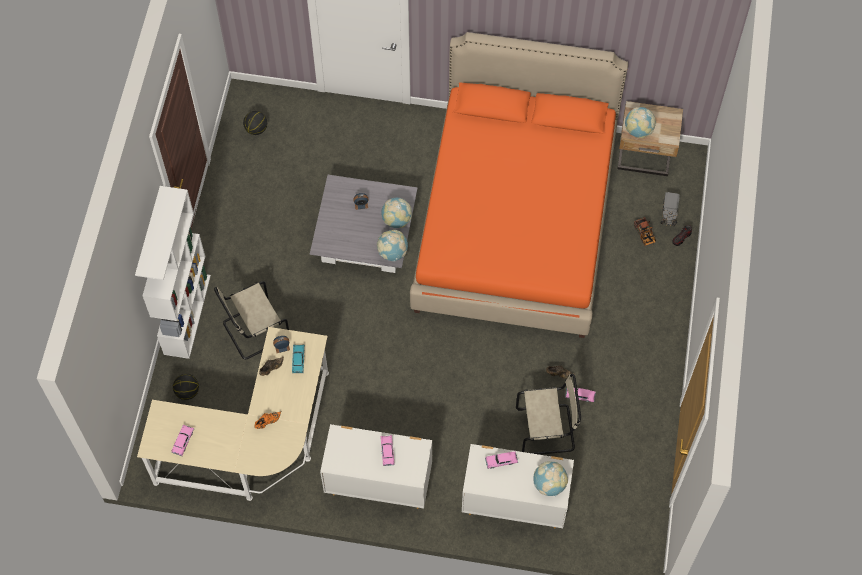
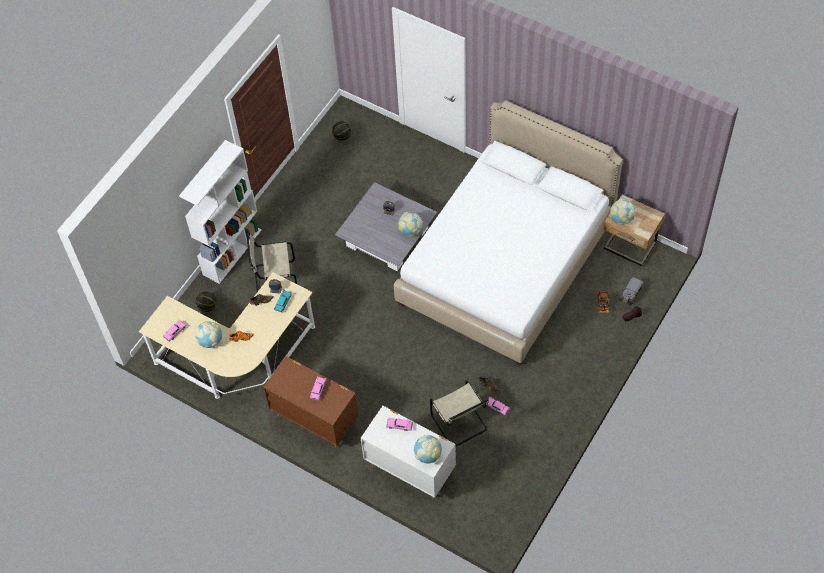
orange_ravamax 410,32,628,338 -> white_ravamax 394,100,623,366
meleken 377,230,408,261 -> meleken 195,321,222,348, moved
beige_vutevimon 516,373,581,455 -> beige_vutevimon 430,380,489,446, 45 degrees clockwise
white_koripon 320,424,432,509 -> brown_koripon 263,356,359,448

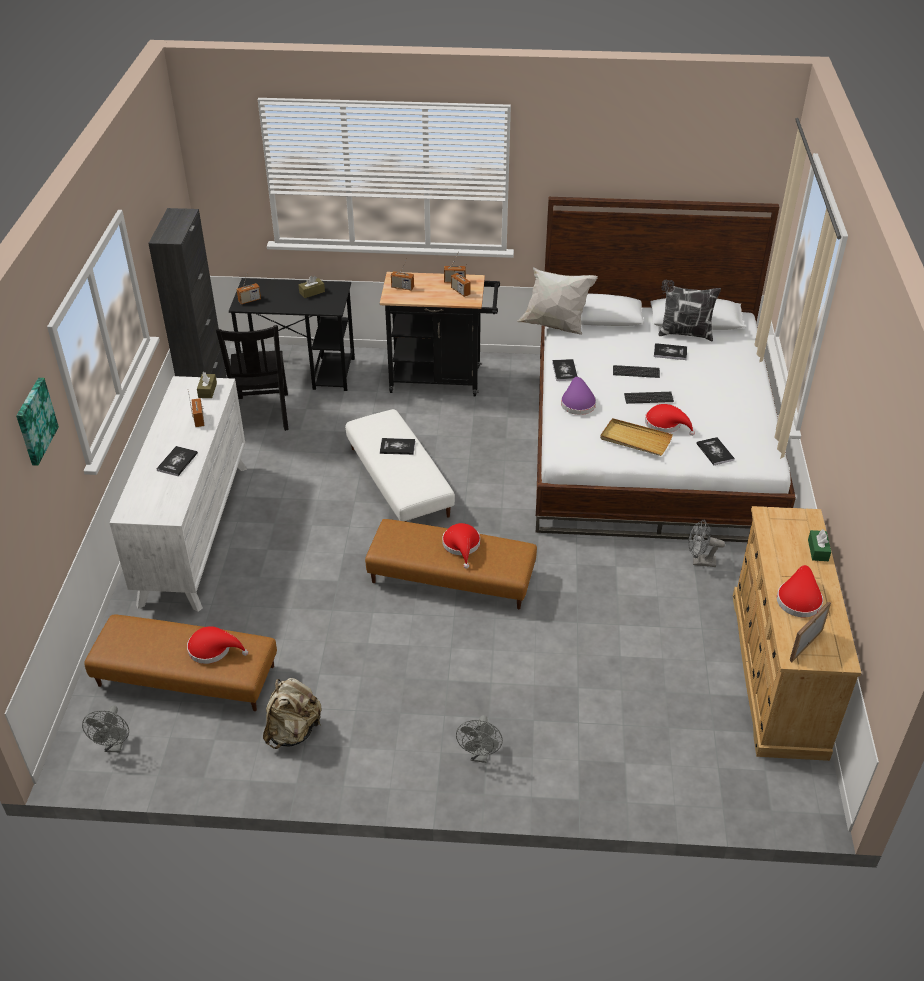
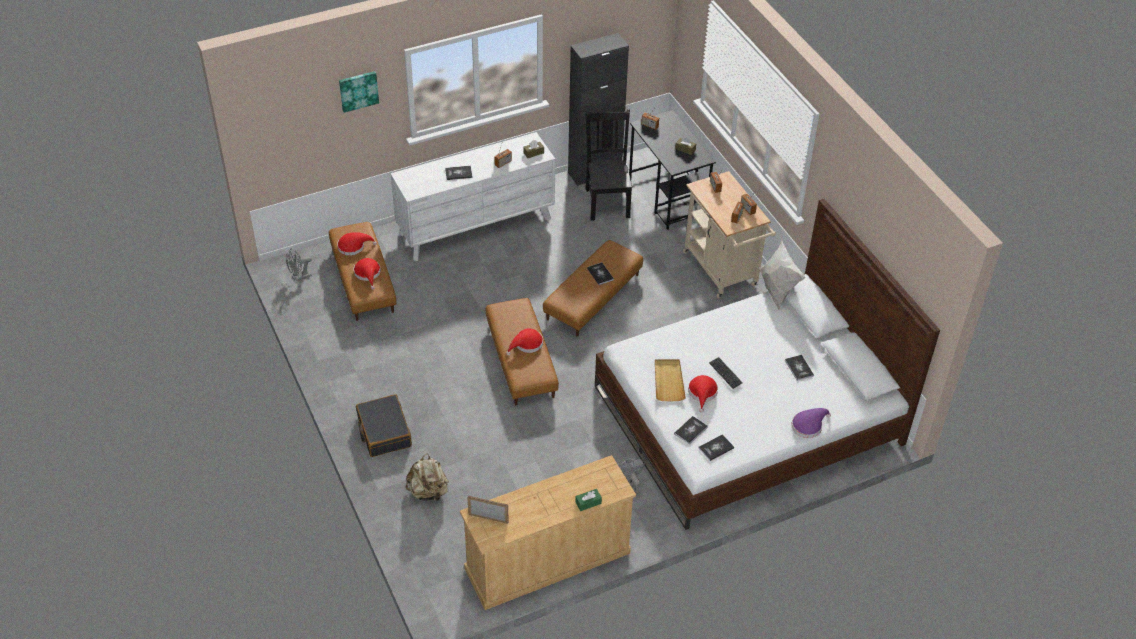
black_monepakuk 380,272,500,396 -> beige_monepakuk 683,171,776,298
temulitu 659,280,721,341 -> none
black_vutevimon 216,325,289,431 -> black_vutevimon 585,109,632,221, 120 degrees clockwise
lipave 552,359,578,381 -> lipave 699,434,734,461, moved
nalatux 613,365,660,378 -> none
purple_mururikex 561,377,596,415 -> purple_mururikex 791,408,831,438, moved
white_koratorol 345,409,455,522 -> brown_koratorol 543,240,643,337
red_mururikex 777,565,823,617 -> red_mururikex 337,232,377,256, moved
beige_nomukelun 263,678,321,749 -> beige_nomukelun 405,454,449,501, moved
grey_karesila 456,715,503,763 -> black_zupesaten 356,394,412,457

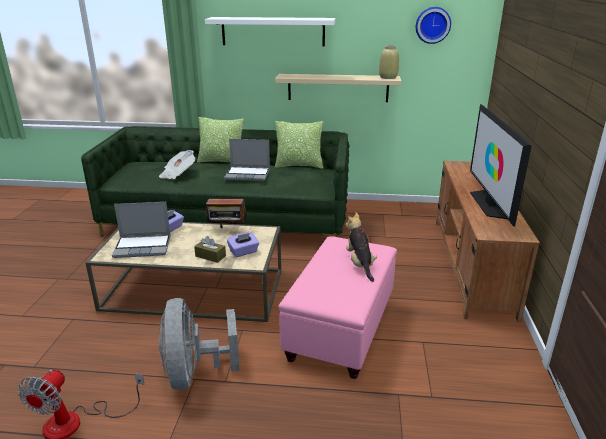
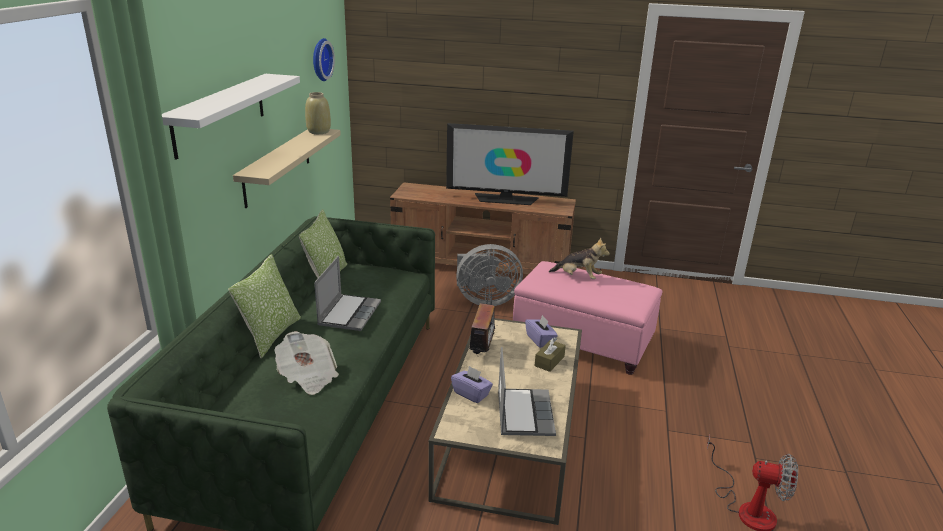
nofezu 346,212,377,282 -> nofezu 549,237,610,279, 150 degrees counterclockwise
grey_karesila 159,298,240,390 -> grey_karesila 456,244,523,306, moved

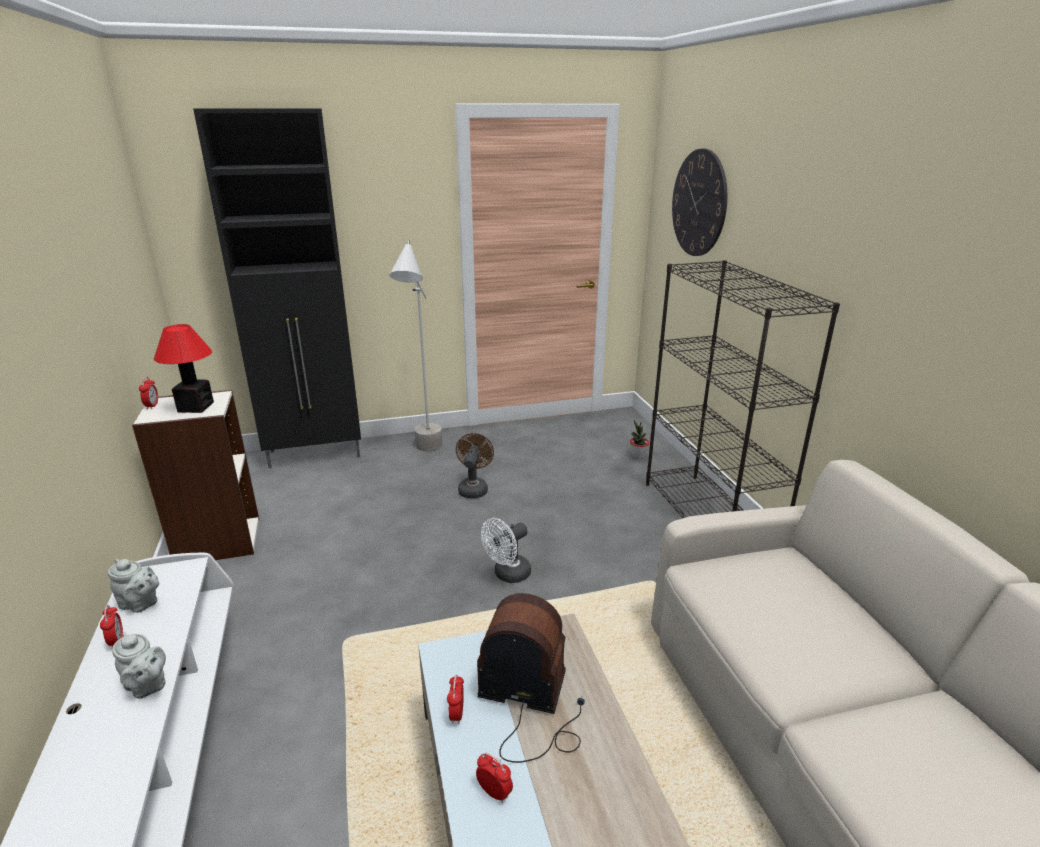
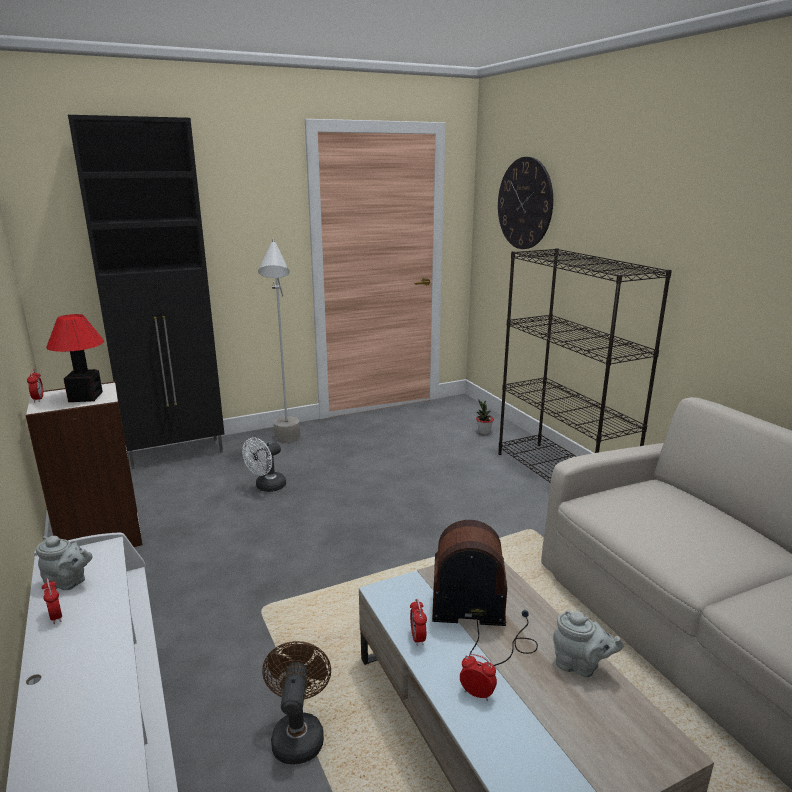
brown_karesila 456,433,494,498 -> brown_karesila 262,641,331,764, moved
white_karesila 481,518,531,583 -> white_karesila 242,437,286,492, moved
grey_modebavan 112,632,166,699 -> grey_modebavan 553,610,624,677, moved

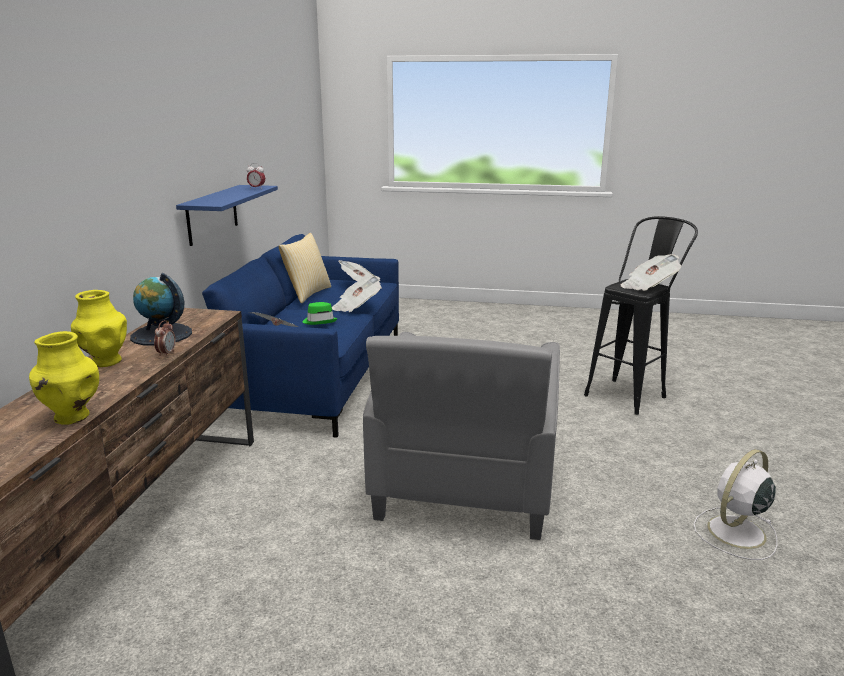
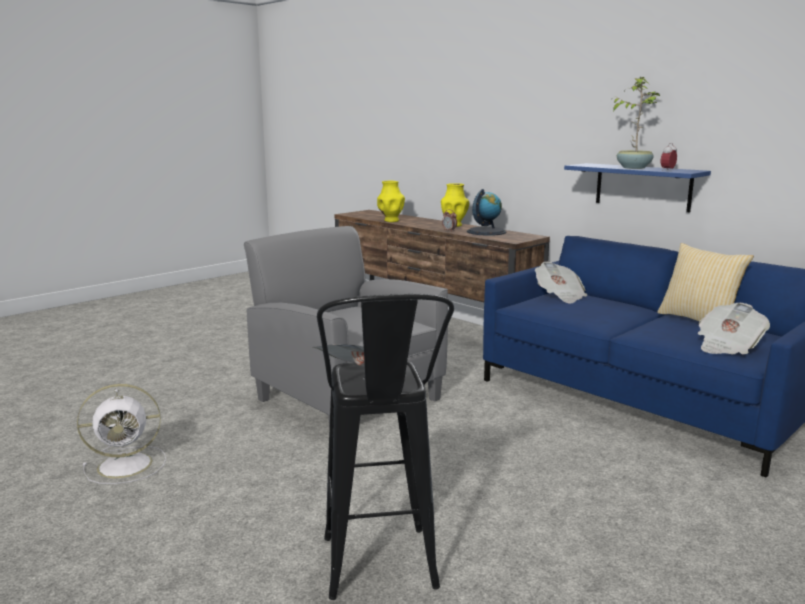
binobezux 332,276,381,312 -> none
green_mururikex 303,302,338,325 -> none
white_karesila 694,449,777,560 -> white_karesila 77,384,166,484, 75 degrees clockwise
none -> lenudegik 613,77,660,169

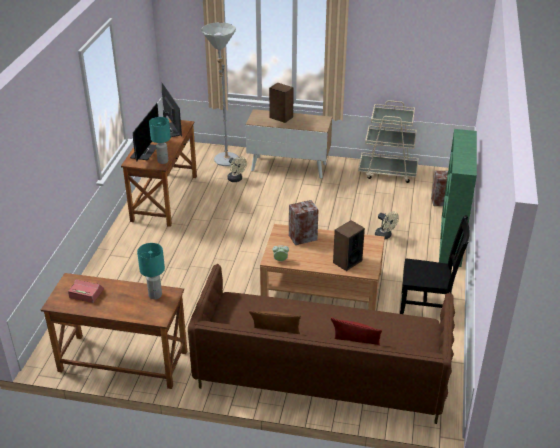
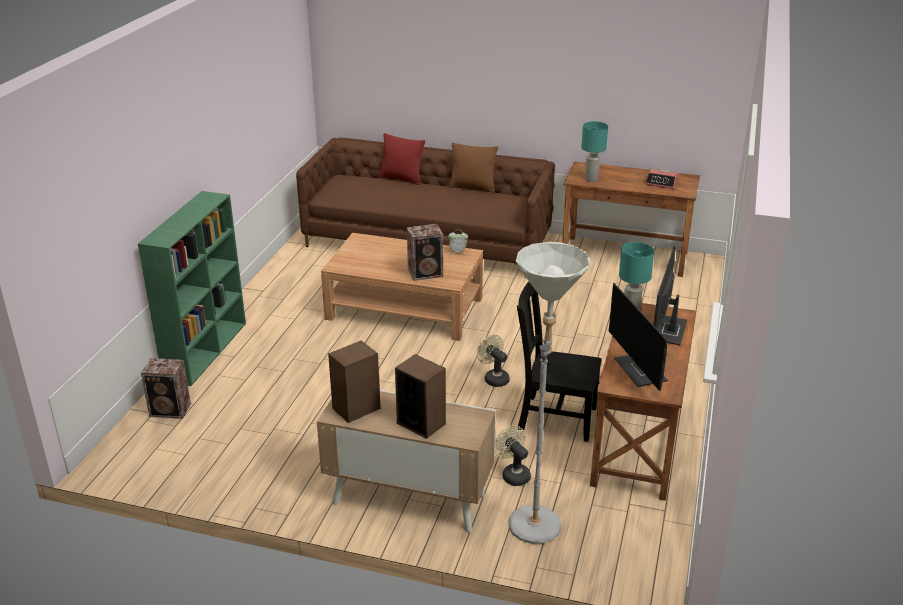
beige_monepakuk 358,100,419,183 -> none
beige_karesila 375,211,399,239 -> beige_karesila 477,334,510,387, moved
black_vutevimon 400,215,470,314 -> black_vutevimon 517,282,602,442, moved
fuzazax 333,220,365,271 -> fuzazax 328,341,381,423, moved

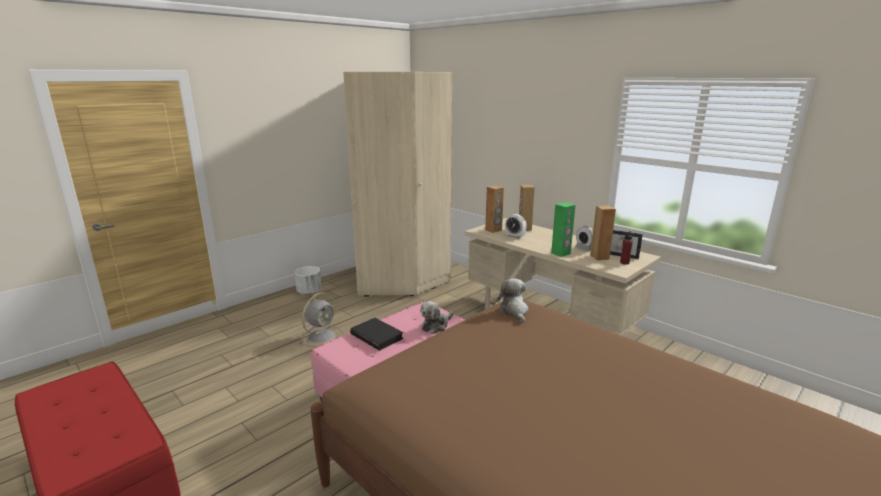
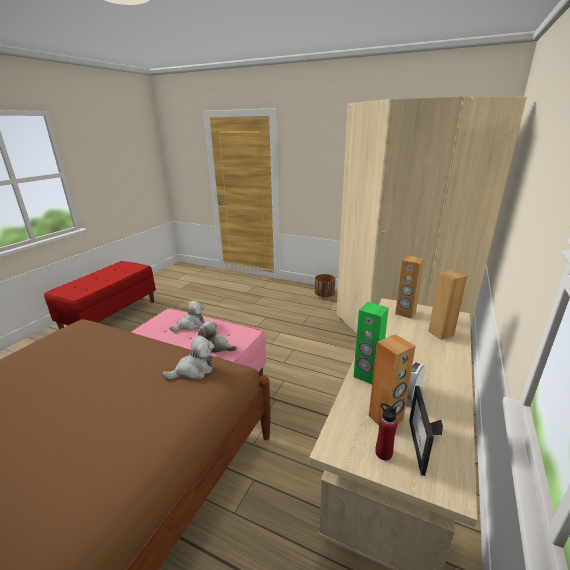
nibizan 505,214,526,239 -> none
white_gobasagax 294,266,322,294 -> brown_gobasagax 315,274,336,297
grey_karesila 299,292,343,347 -> none
black_lipave 350,318,404,351 -> nofezu 169,300,204,331

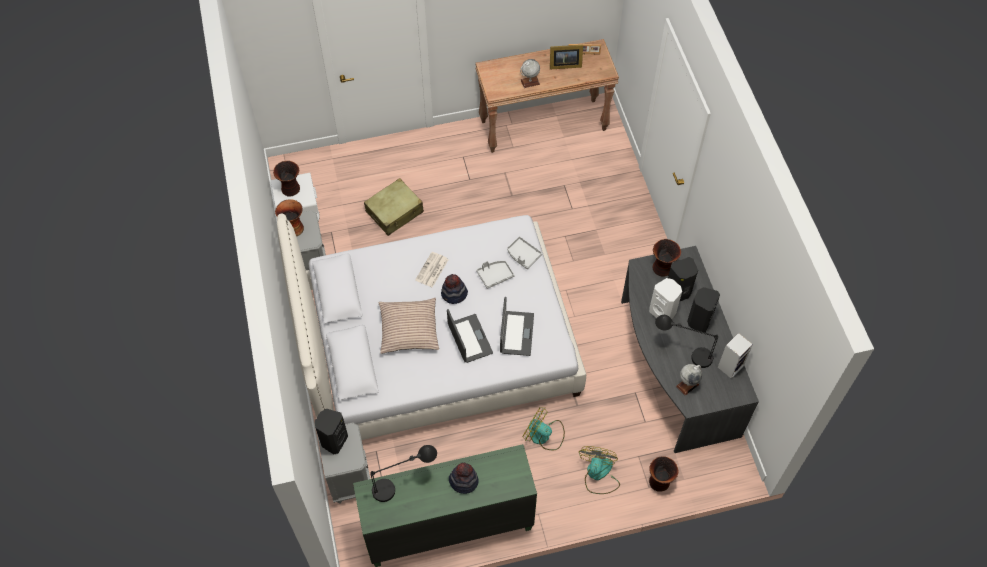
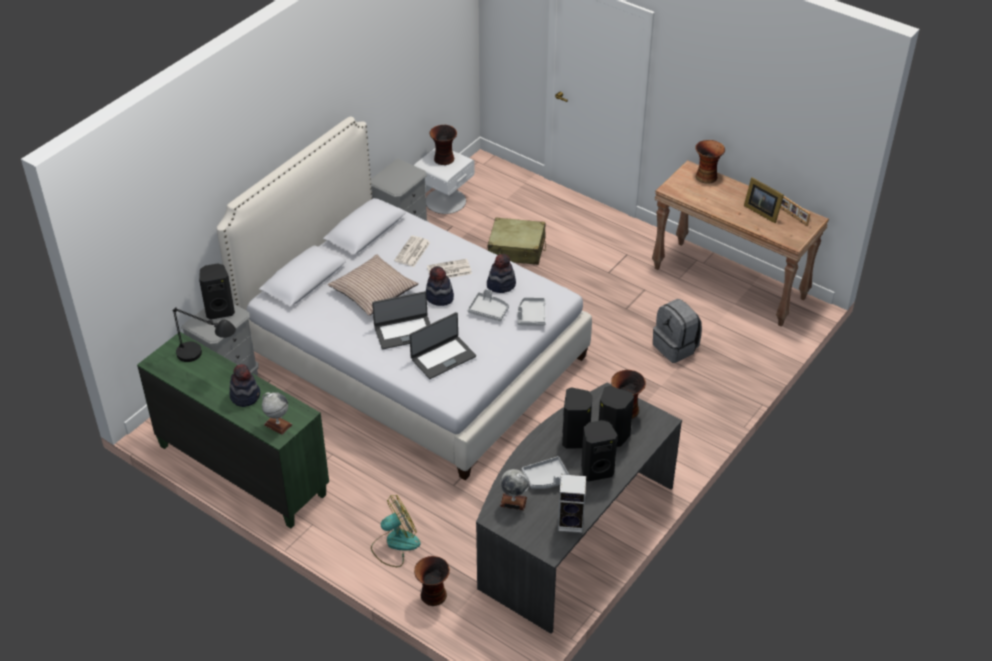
meleken 520,59,540,88 -> meleken 262,392,293,435, moved
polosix 275,199,304,236 -> polosix 695,140,725,184, moved
white_fuzazax 649,278,682,319 -> black_fuzazax 562,387,593,449
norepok 447,309,493,363 -> norepok 372,291,430,349, 45 degrees clockwise
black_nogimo 655,315,718,368 -> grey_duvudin 522,456,569,489
karesila 522,408,565,450 -> none
none -> binobezux 394,236,431,267
none -> mururikex 487,254,516,293
none -> grey_nomukelun 653,299,702,363

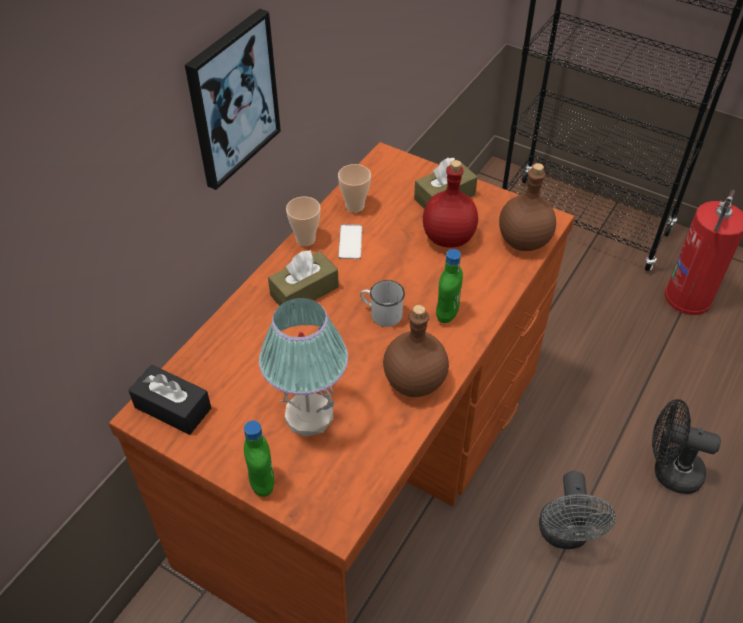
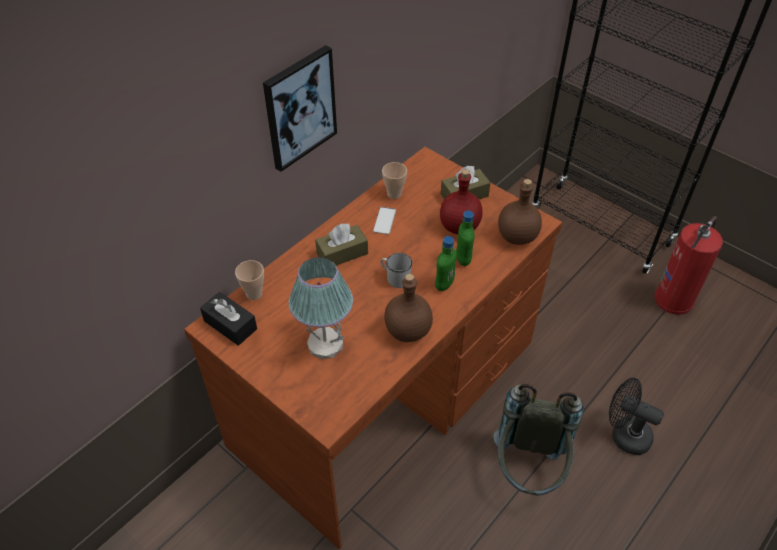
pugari 286,197,320,246 -> pugari 235,260,264,300, moved
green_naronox 244,421,274,497 -> green_naronox 456,211,475,266, moved
grey_karesila 539,471,616,549 -> grey_nomukelun 493,384,584,495

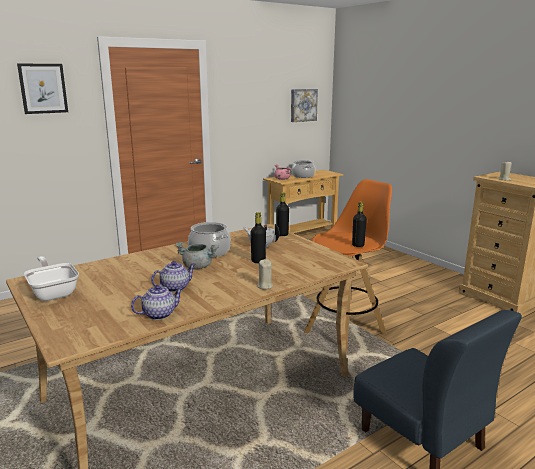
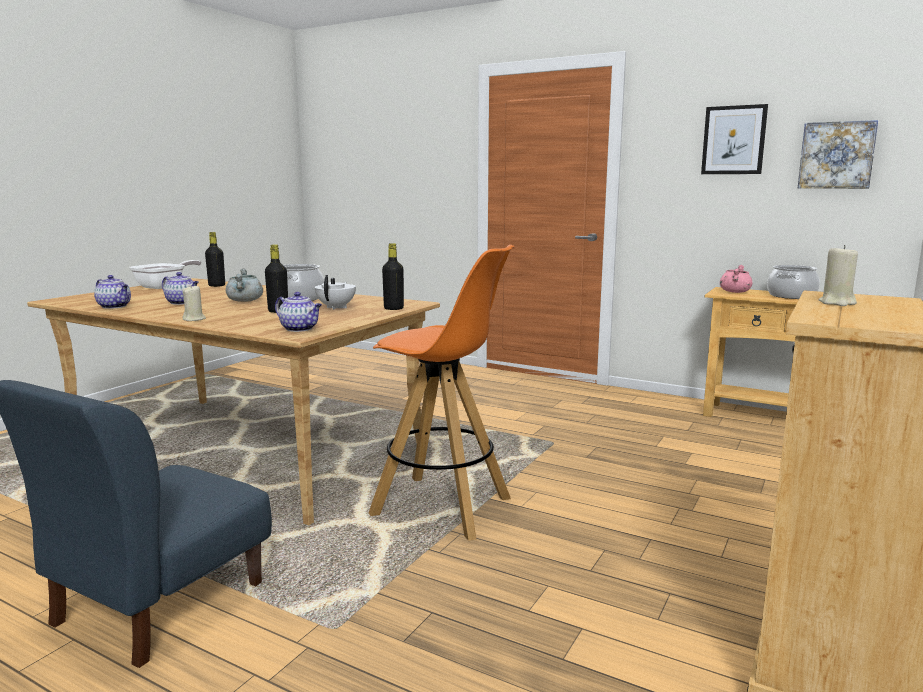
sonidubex 17,64,68,114 -> sonidubex 701,104,768,174, moved
black_naronox 352,201,367,247 -> black_naronox 205,232,225,287, moved
none -> modebavan 275,292,322,332

